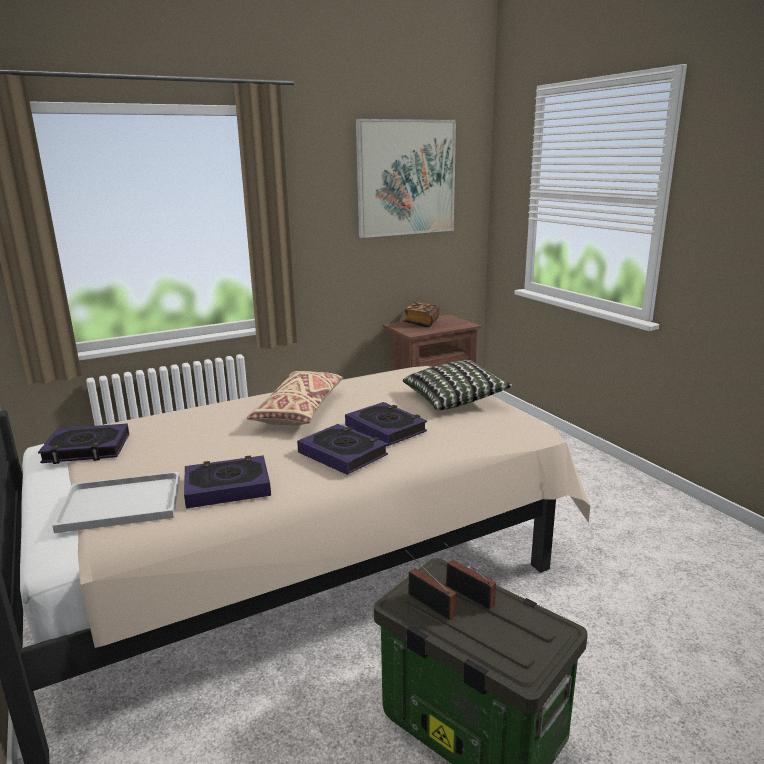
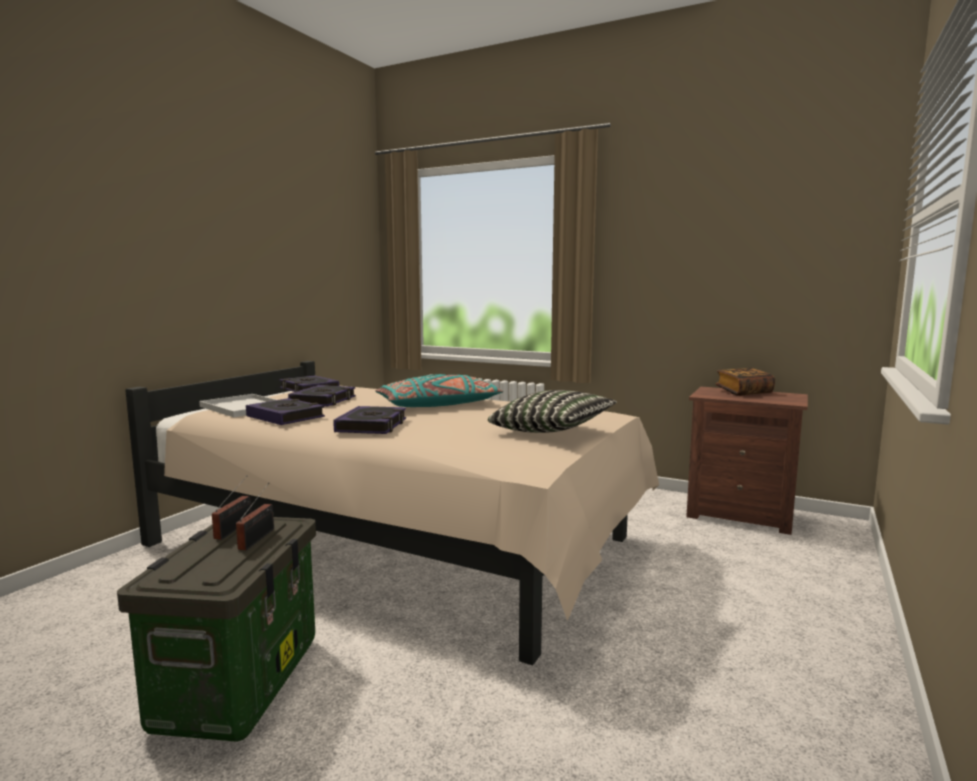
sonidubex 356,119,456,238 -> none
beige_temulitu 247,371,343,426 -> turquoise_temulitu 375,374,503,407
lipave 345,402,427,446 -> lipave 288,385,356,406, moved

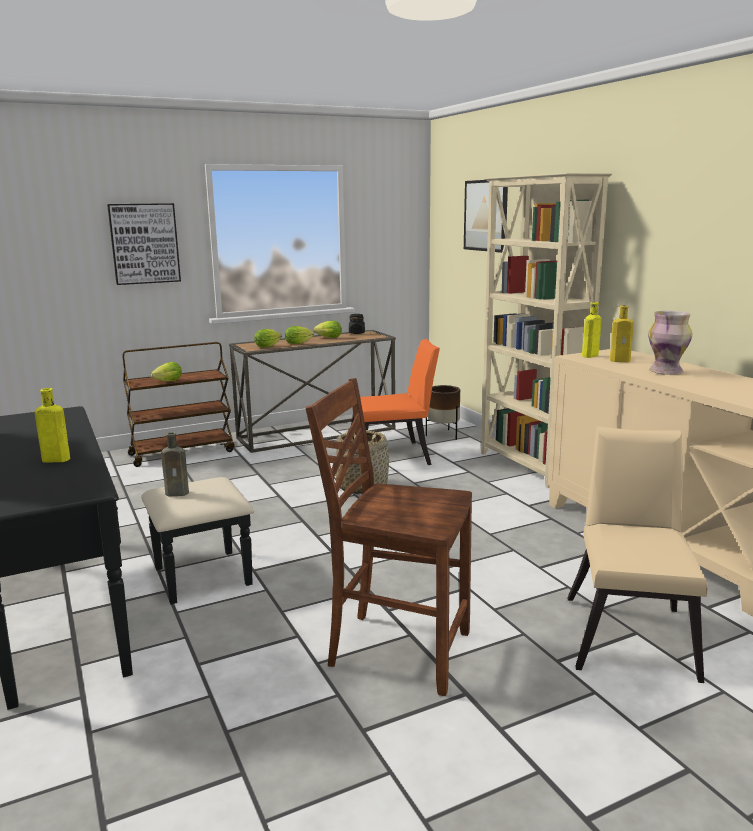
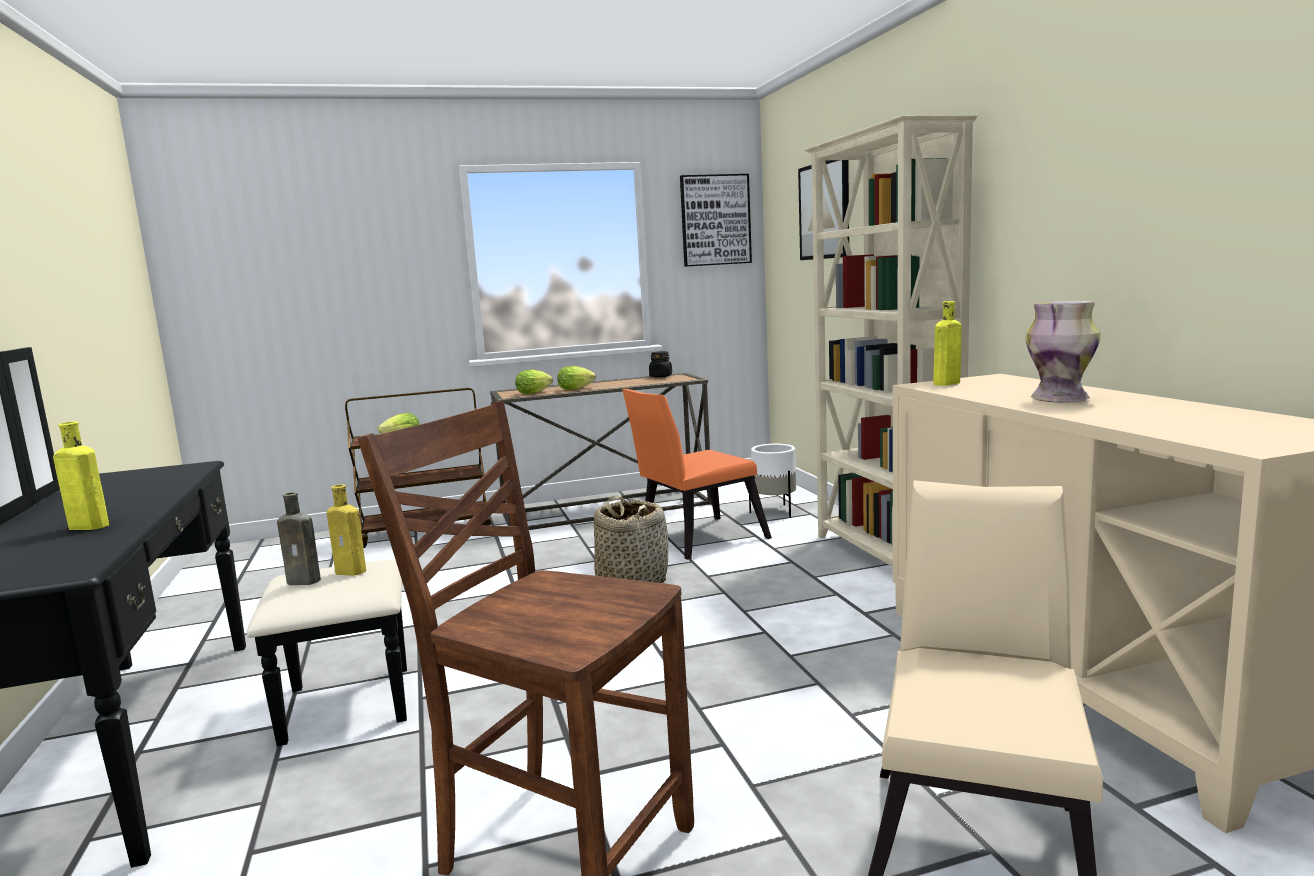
sonidubex 107,203,181,285 -> sonidubex 680,174,752,267, moved
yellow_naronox 610,305,634,362 -> yellow_naronox 327,484,366,576, moved
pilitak 313,321,342,338 -> none
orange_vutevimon 351,339,440,465 -> orange_vutevimon 622,389,772,560, 150 degrees clockwise
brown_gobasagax 426,385,460,440 -> white_gobasagax 749,444,796,518

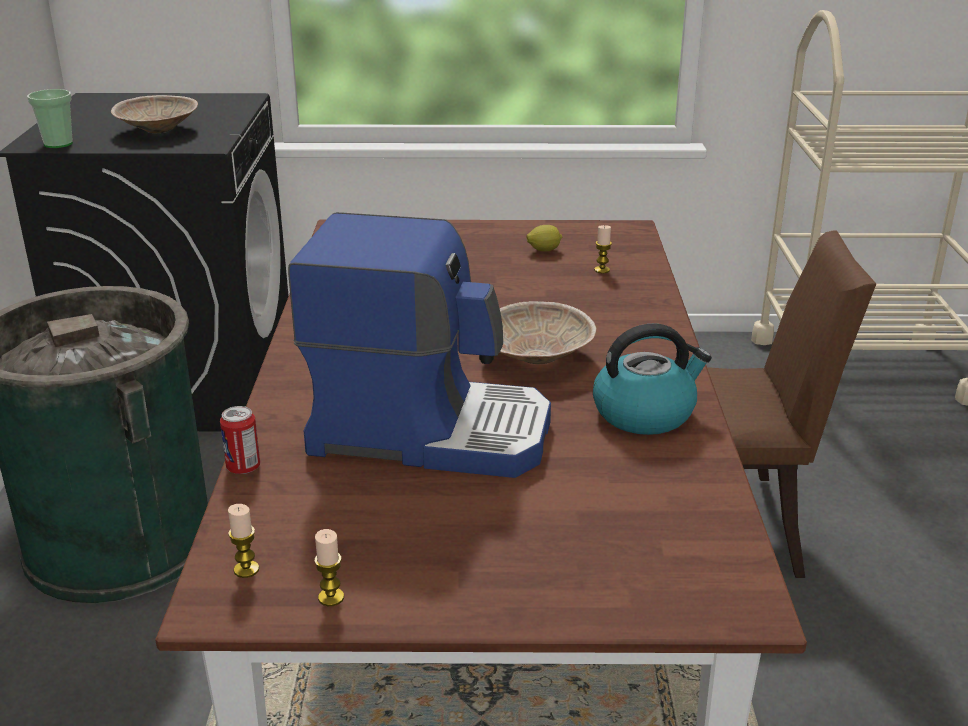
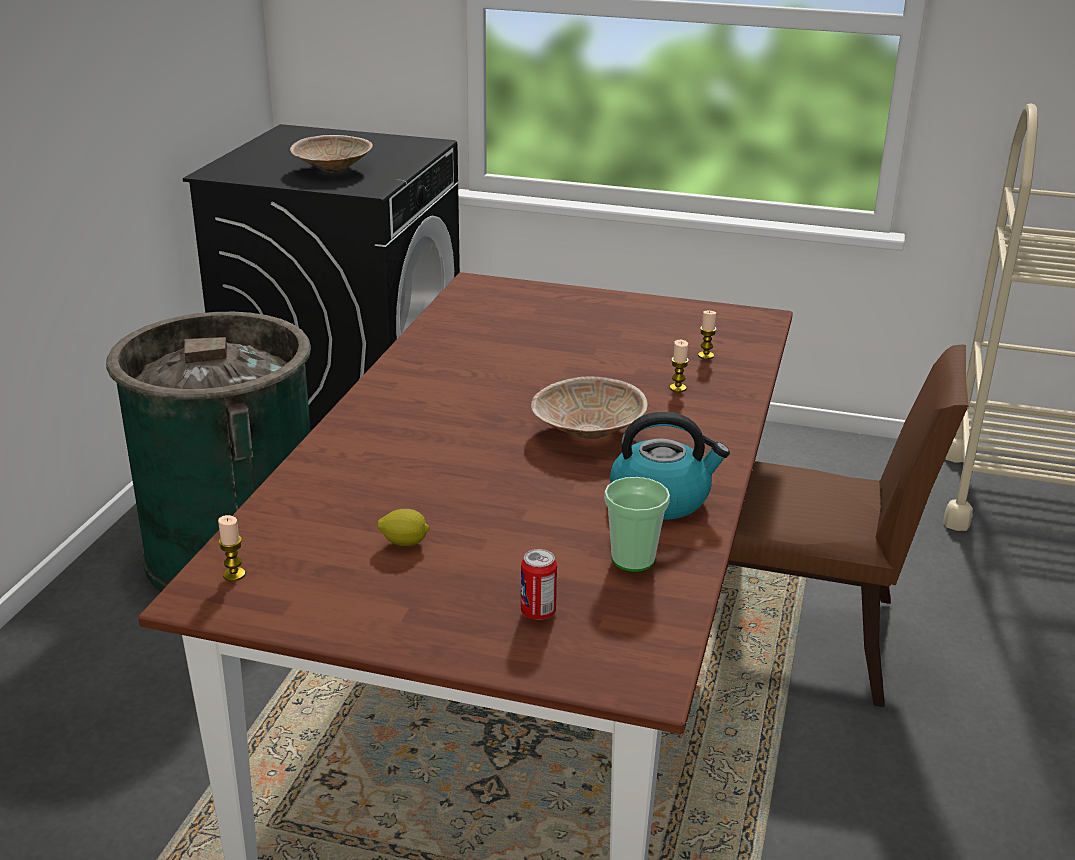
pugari 27,89,73,148 -> pugari 604,477,670,572, moved
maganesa 288,212,551,478 -> none
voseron 526,225,562,252 -> voseron 377,509,430,546, moved
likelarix 220,406,260,474 -> likelarix 521,549,557,620, moved
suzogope 314,529,344,606 -> suzogope 670,340,689,392, moved

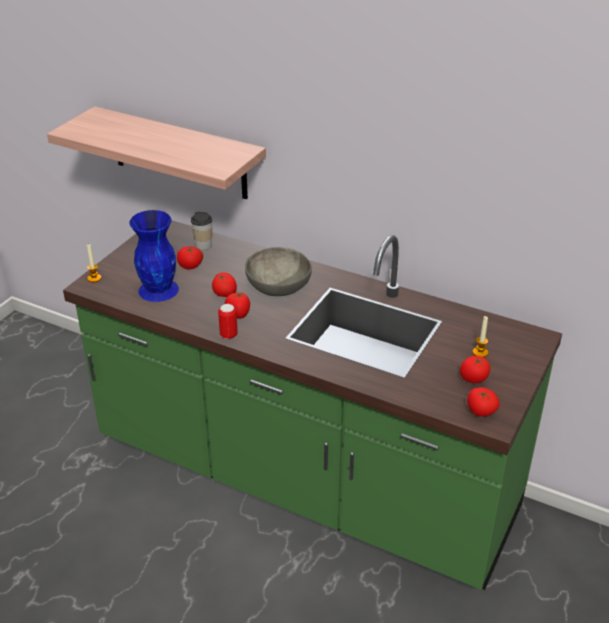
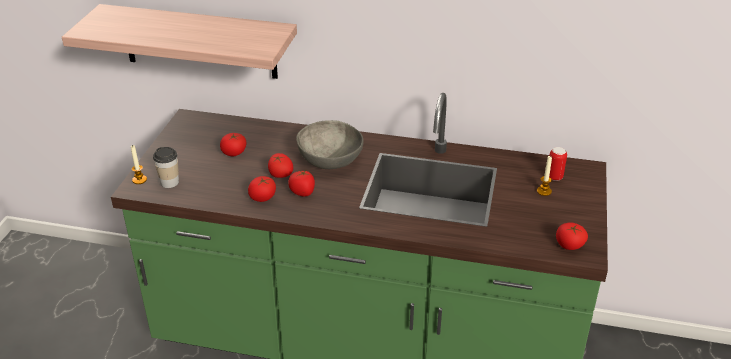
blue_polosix 129,210,179,302 -> none
pugari 191,212,212,250 -> pugari 153,147,179,188, moved
likelarix 218,304,238,339 -> likelarix 549,147,567,181, moved
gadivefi 460,356,491,383 -> gadivefi 248,176,276,202, moved

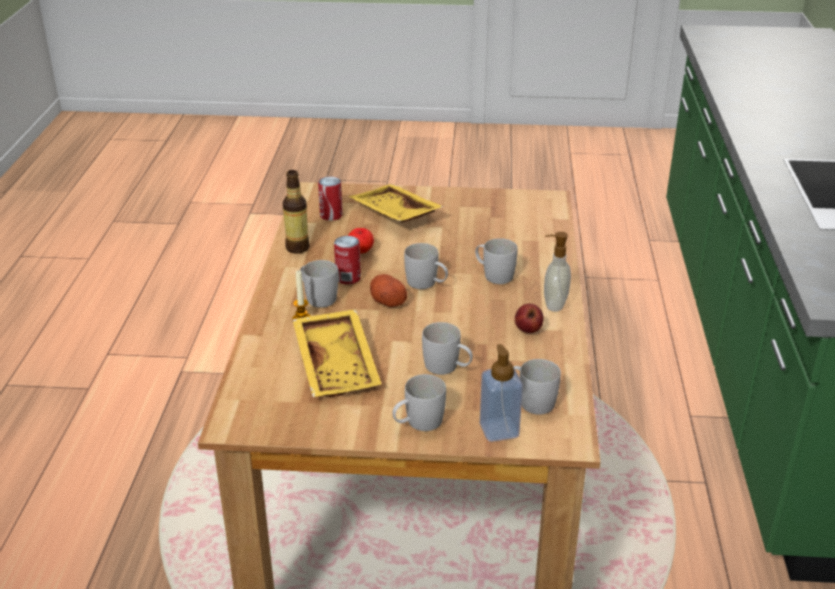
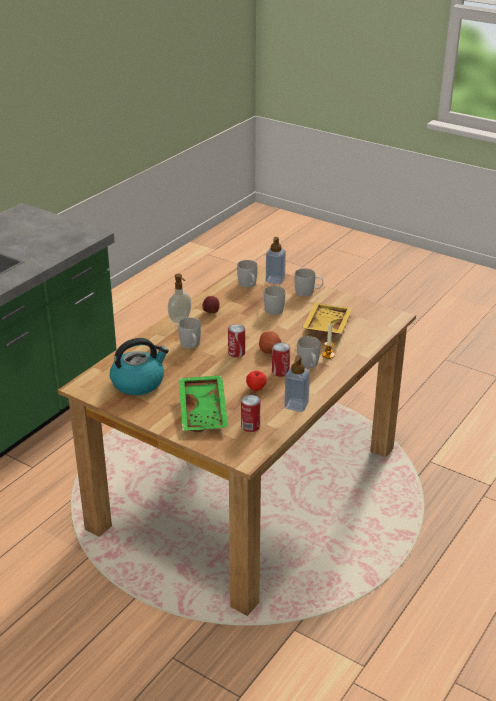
naronox 283,170,310,254 -> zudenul 284,355,310,412
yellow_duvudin 349,184,444,222 -> green_duvudin 179,375,228,432
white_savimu 404,243,448,289 -> likelarix 228,324,245,358
none -> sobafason 110,338,169,395

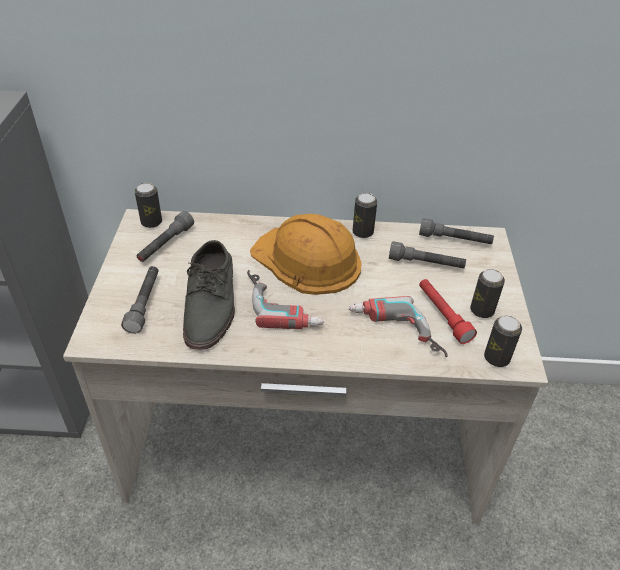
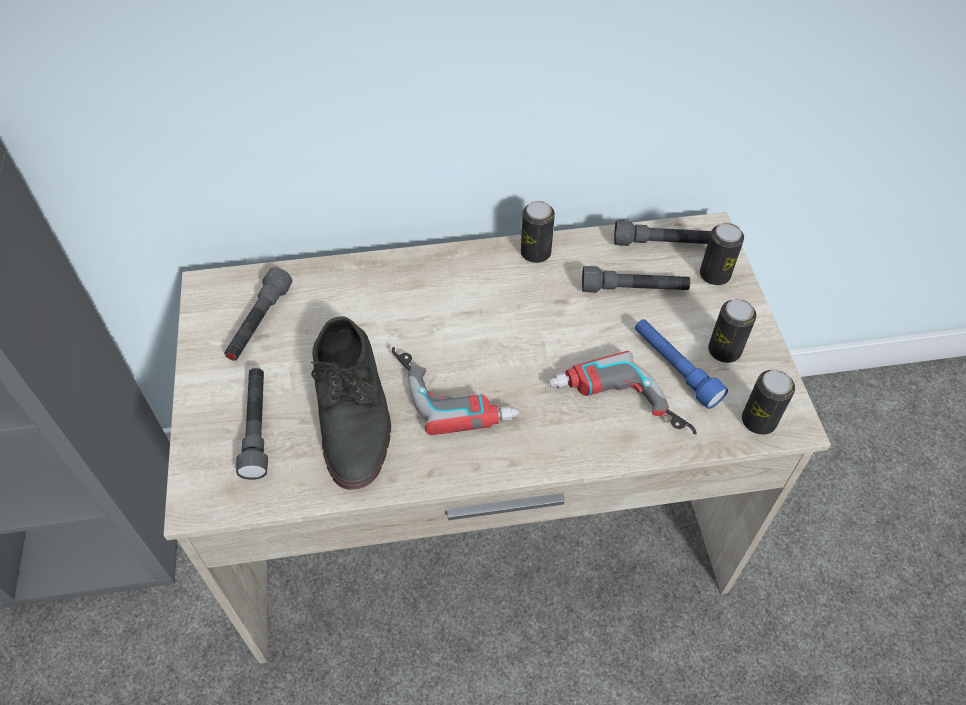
likelarix 135,183,162,228 -> likelarix 700,223,744,285, moved
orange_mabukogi 250,214,362,295 -> none
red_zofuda 419,279,477,344 -> blue_zofuda 635,319,728,409

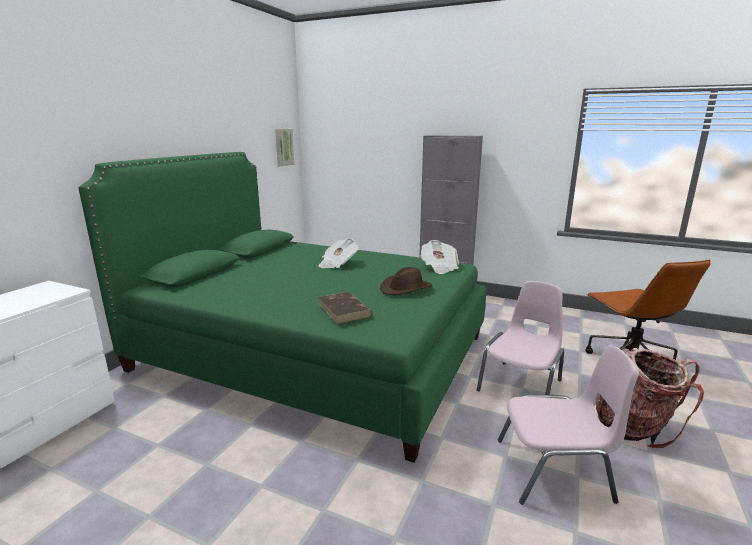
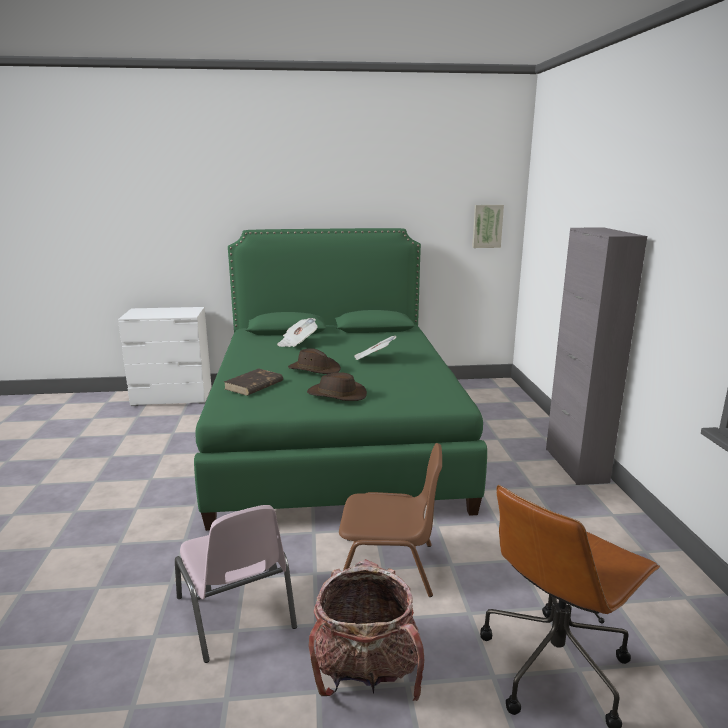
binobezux 420,240,459,274 -> binobezux 277,318,318,347, moved
pink_vutevimon 477,281,564,395 -> brown_vutevimon 339,443,442,597
none -> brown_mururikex 288,348,341,374

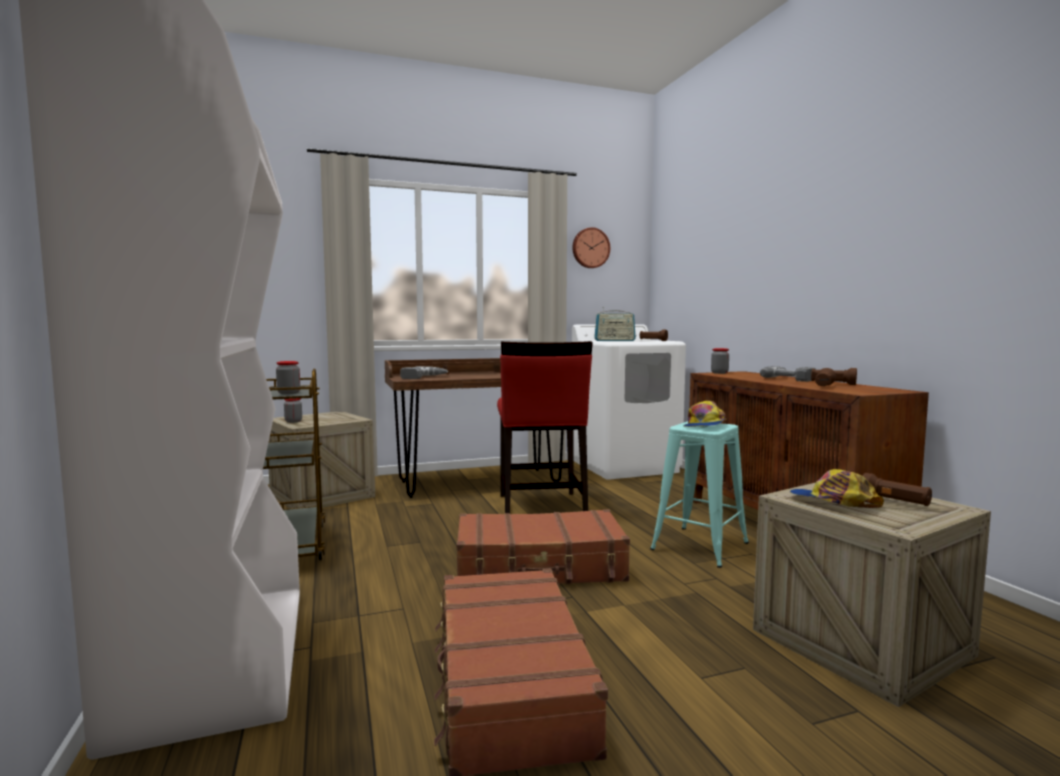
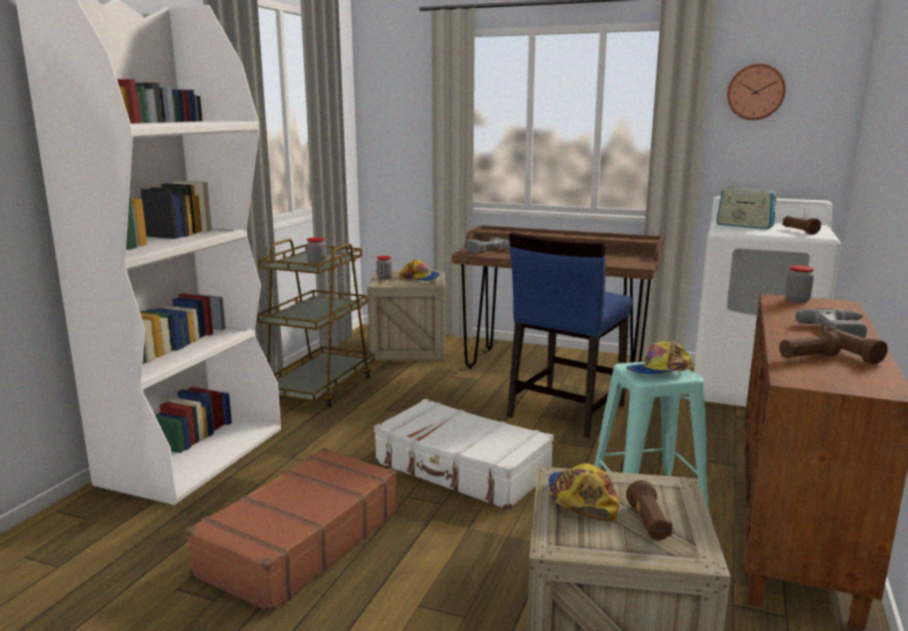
red_vutevimon 497,341,593,513 -> blue_vutevimon 507,232,632,439
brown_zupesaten 456,509,630,584 -> white_zupesaten 374,399,554,510
none -> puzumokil 400,260,440,281

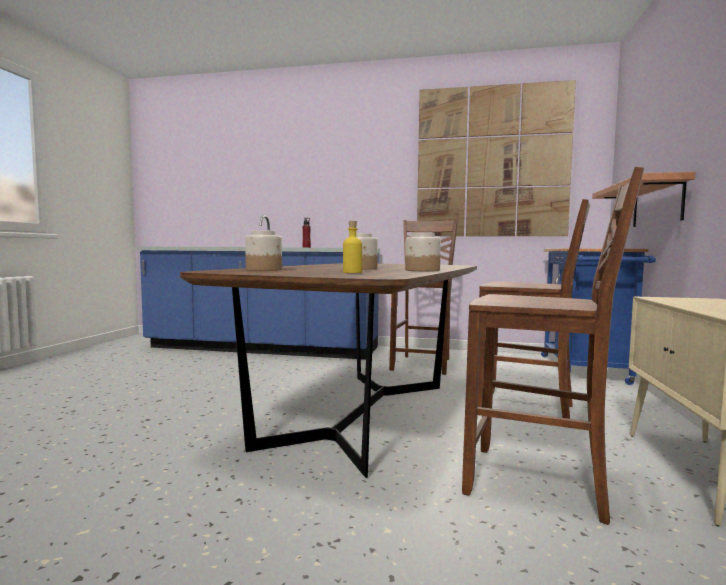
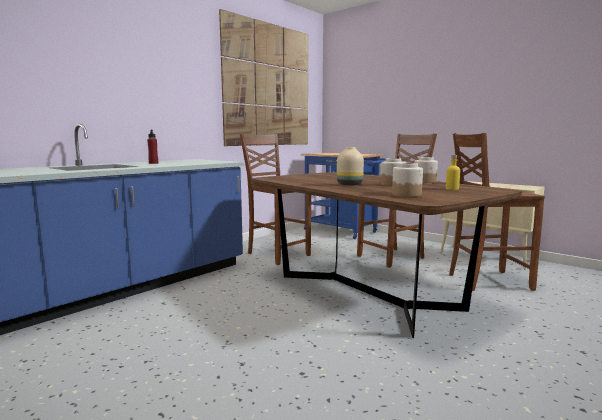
brown_vutevimon 462,167,644,525 -> brown_vutevimon 449,133,545,291, 150 degrees counterclockwise
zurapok 592,172,696,227 -> none
none -> beige_polosix 337,147,364,186

